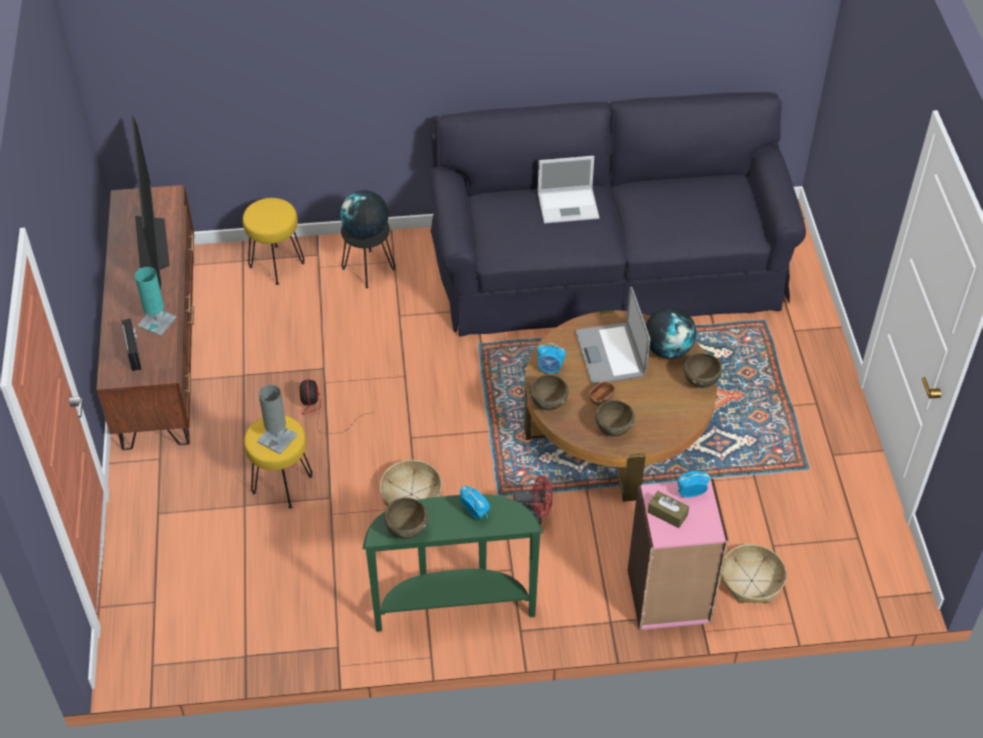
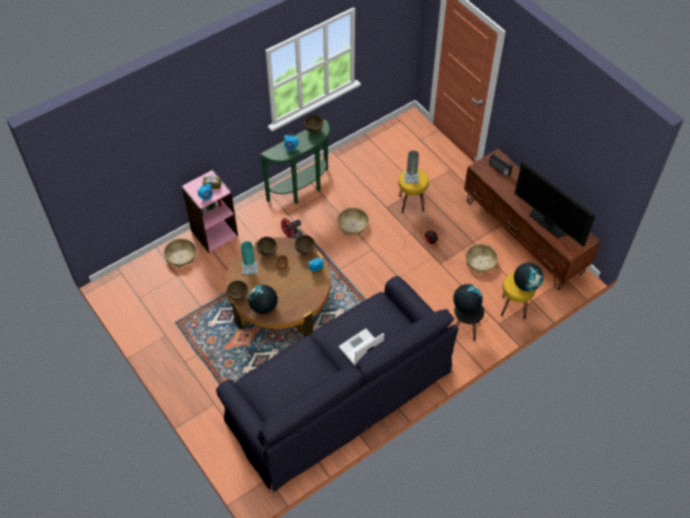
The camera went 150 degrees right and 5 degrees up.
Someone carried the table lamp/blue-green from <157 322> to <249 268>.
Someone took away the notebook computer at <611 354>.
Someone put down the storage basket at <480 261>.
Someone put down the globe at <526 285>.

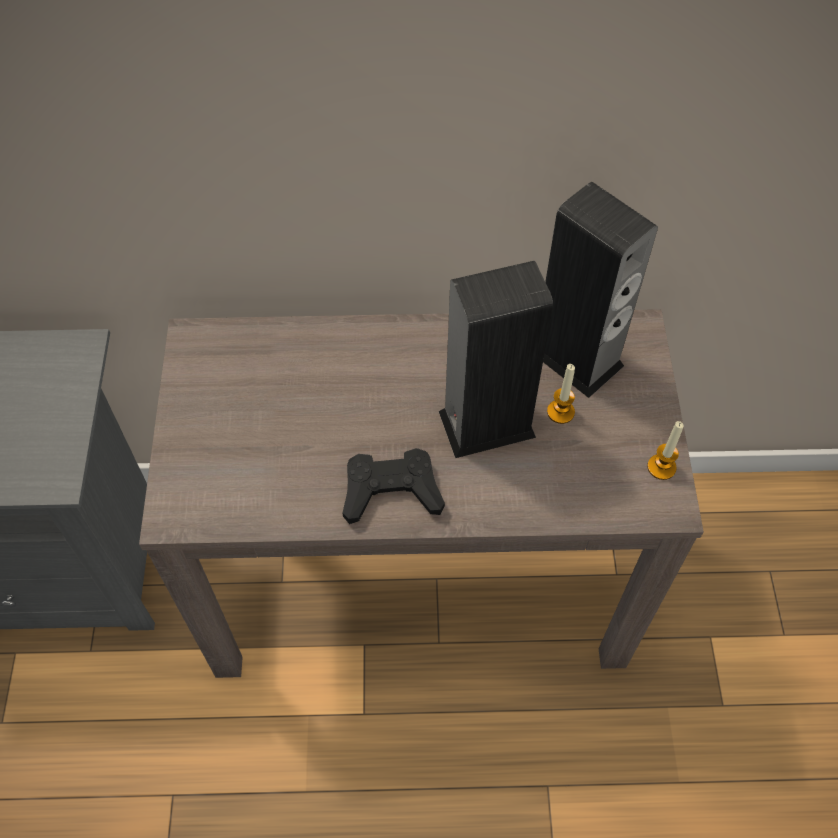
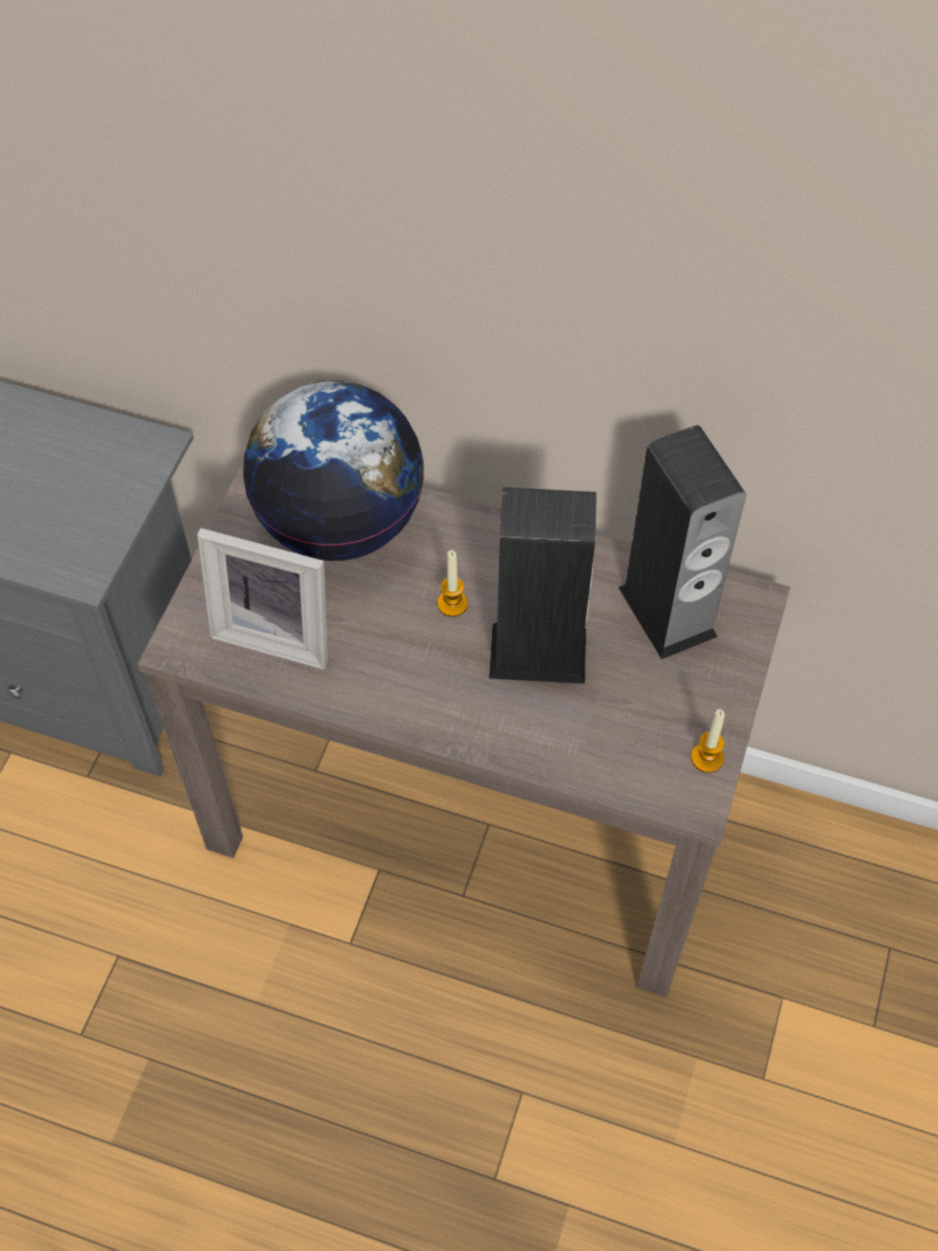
The camera went 20 degrees right and 0 degrees up.
Someone took away the game controller/black-coloured at <391 491>.
Someone carried the wax light from <560 412> to <452 604>.
Someone put down the photo frame at <277 631>.
Someone put down the globe at <340 522>.

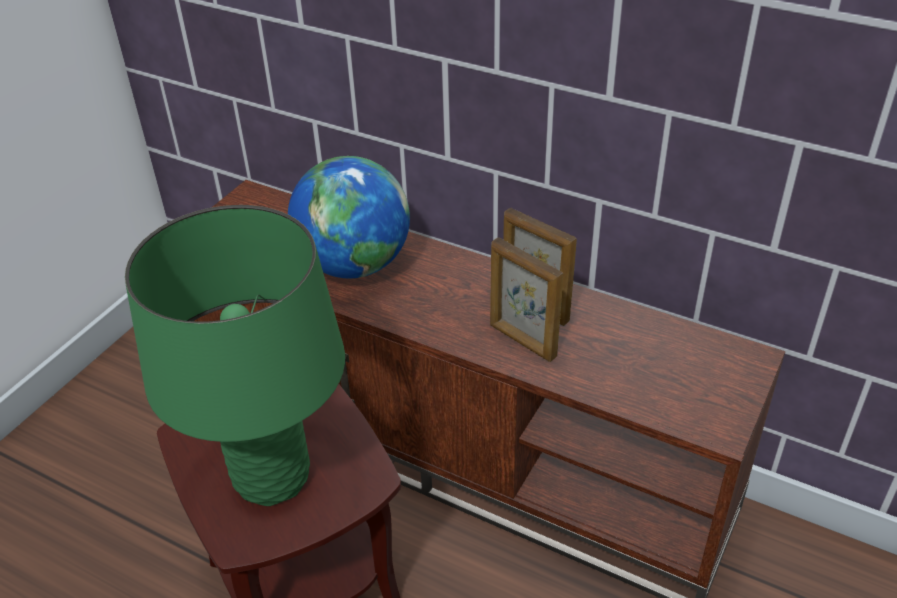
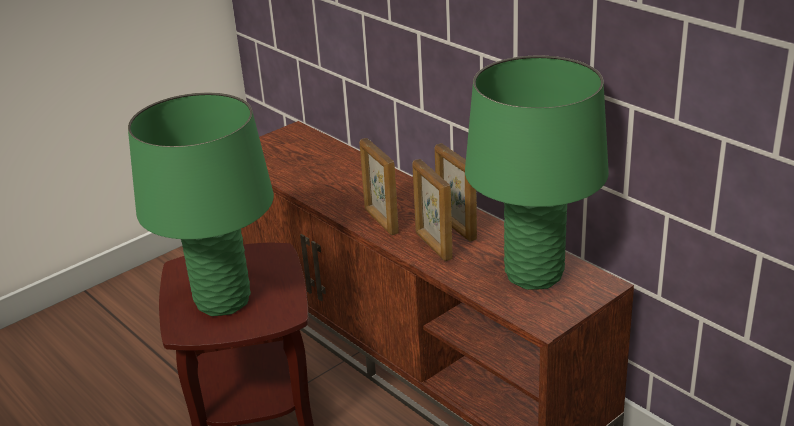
The camera went 20 degrees right and 10 degrees down.
Someone took away the globe at <354 265>.
Someone put down the photo frame at <381 221>.
Someone put down the table lamp/greenish at <533 275>.

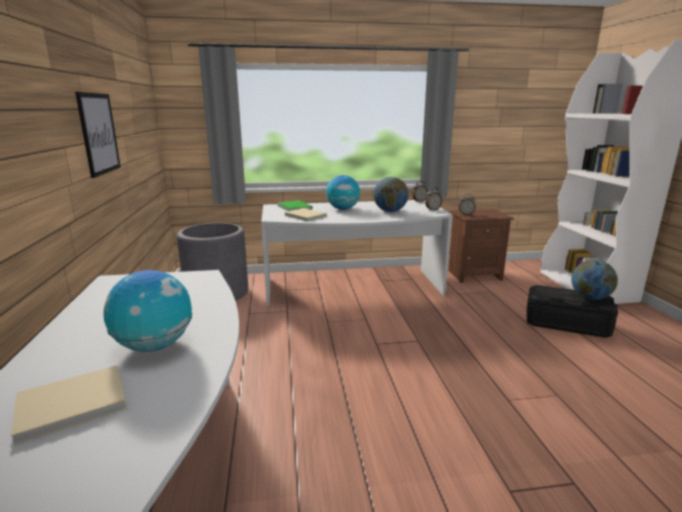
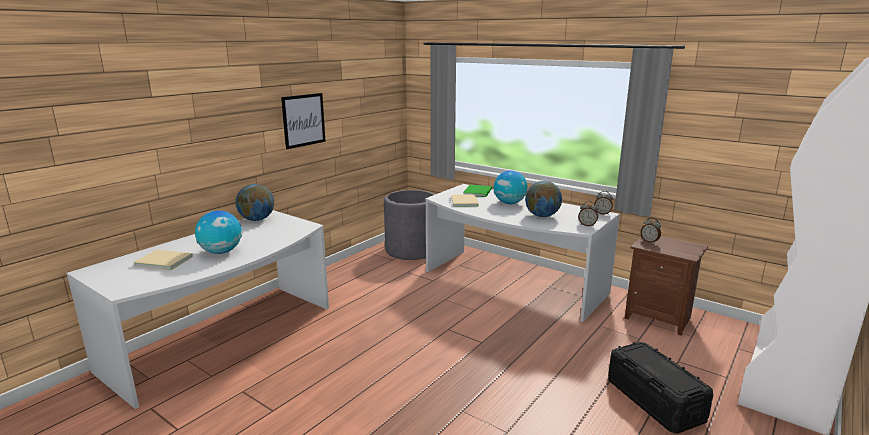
The camera went 45 degrees right and 0 degrees up.
Someone carried the globe from <590 298> to <257 219>.

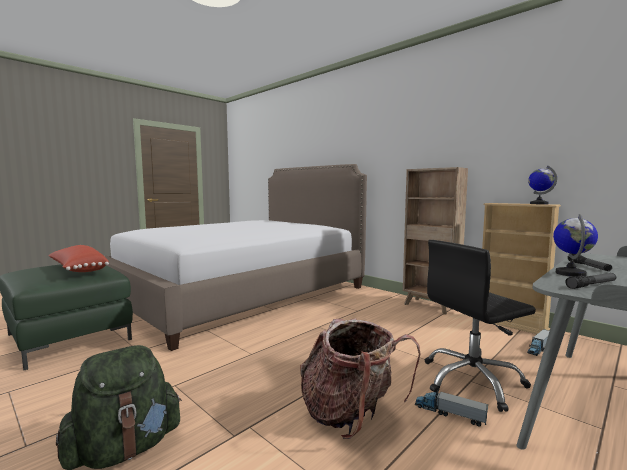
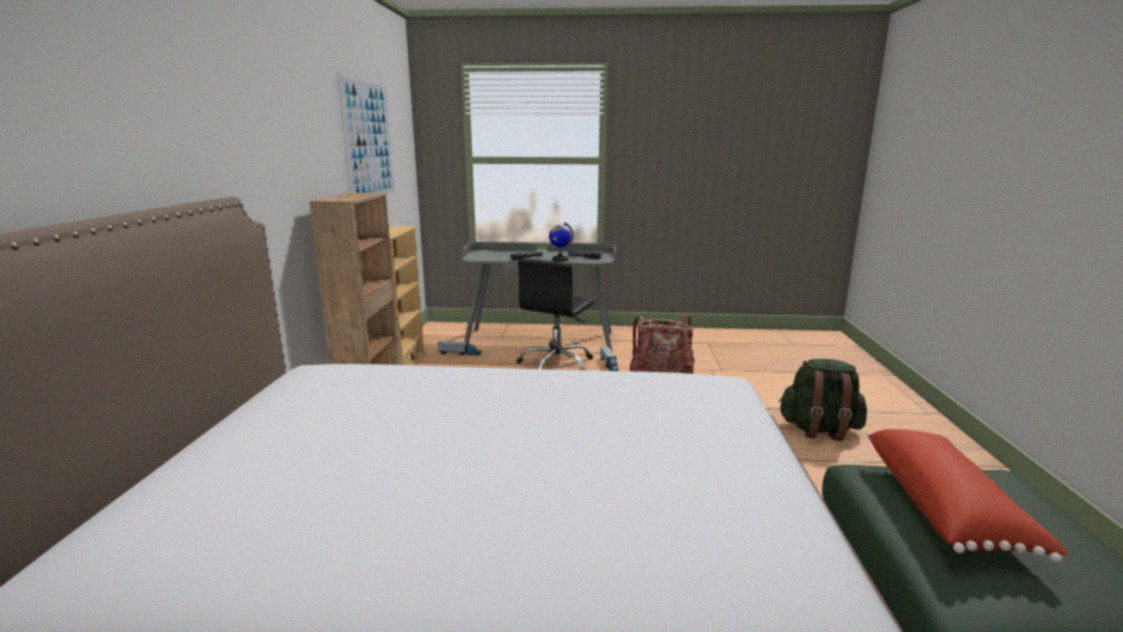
The camera went 130 degrees left and 10 degrees up.
Someone rotated the desk chair/black-coloured at <472 381> by 90 degrees clockwise.
Someone took away the globe at <539 204>.
Someone put up the wall art at <369 140>.

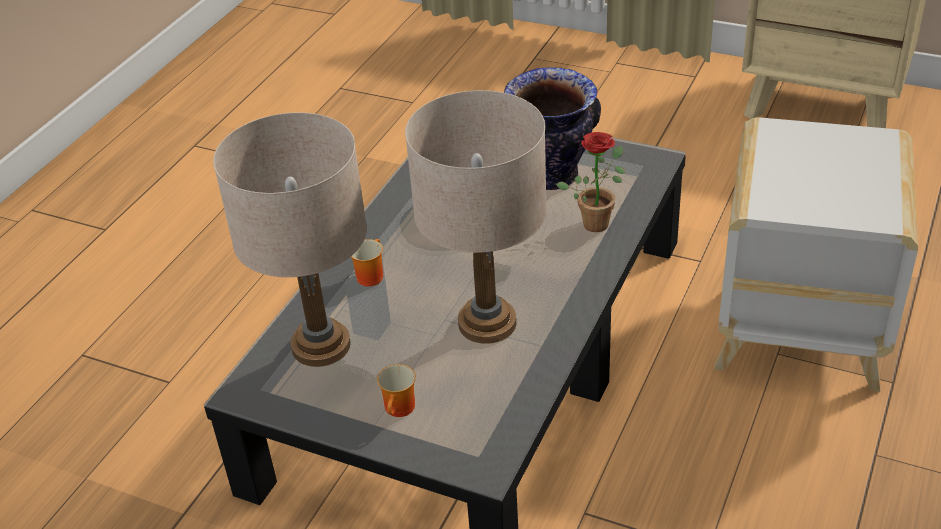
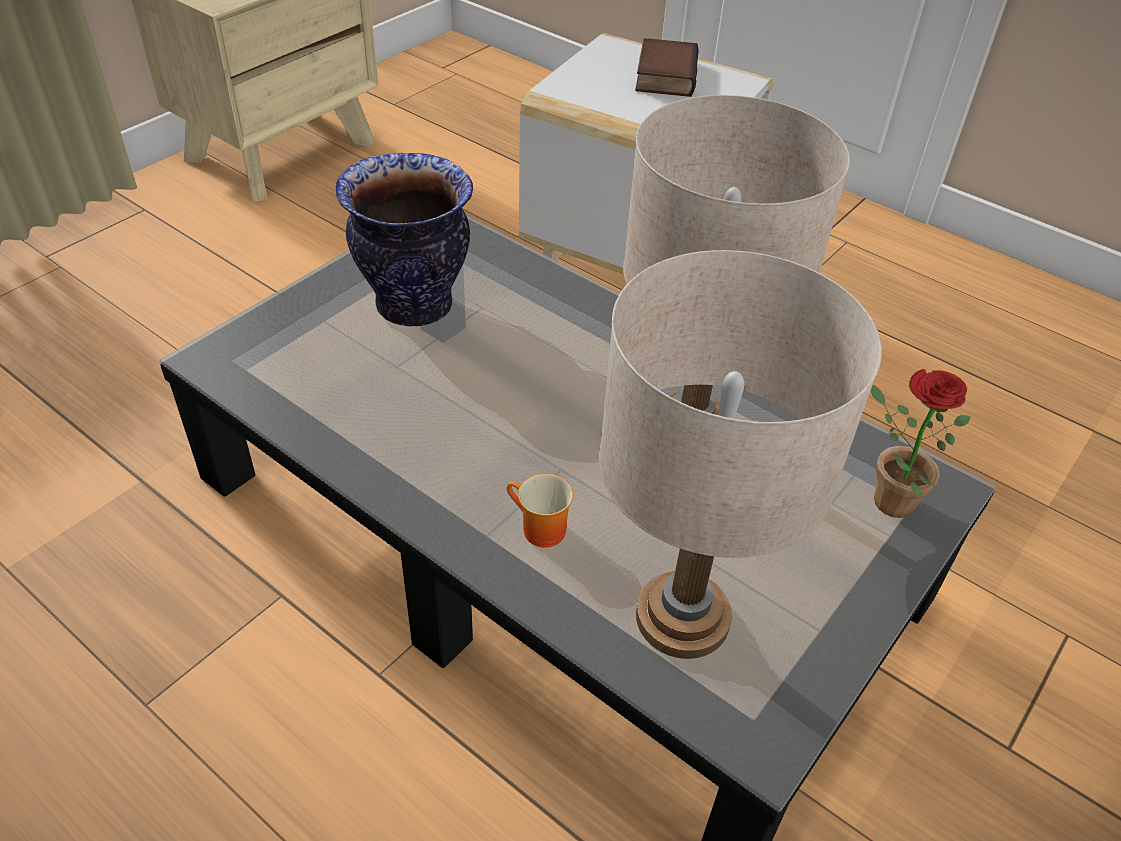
The camera went 80 degrees left and 5 degrees up.
Someone took away the coffee mug at <401 409>.
Someone carried the plant in a pot from <597 221> to <884 498>.
Someone put down the volume at <663 75>.

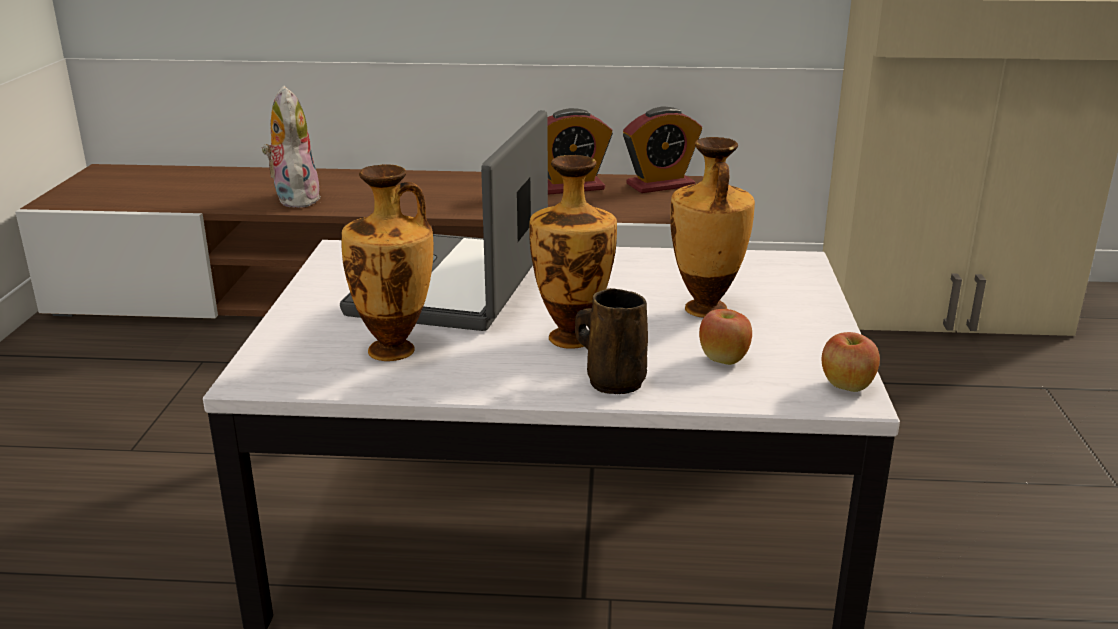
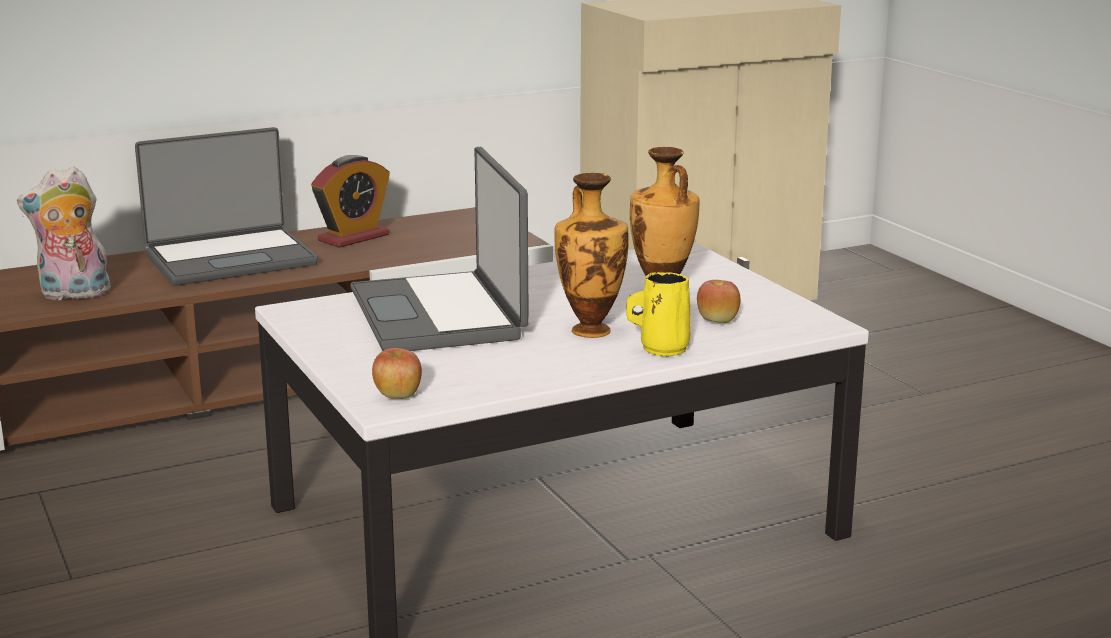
The camera went 30 degrees left and 5 degrees down.
Someone rotated the plush toy at <294 199> by 60 degrees counterclockwise.
Someone took away the vase at <395 350>.
Someone repainted the coffee mug/brown at <612 381>, which became the coffee mug/yellowish at <661 349>.
Someone took away the bedside clock at <660 185>.
Someone carried the whole apple from <846 386> to <397 396>.
Someone put down the notebook computer at <230 259>.

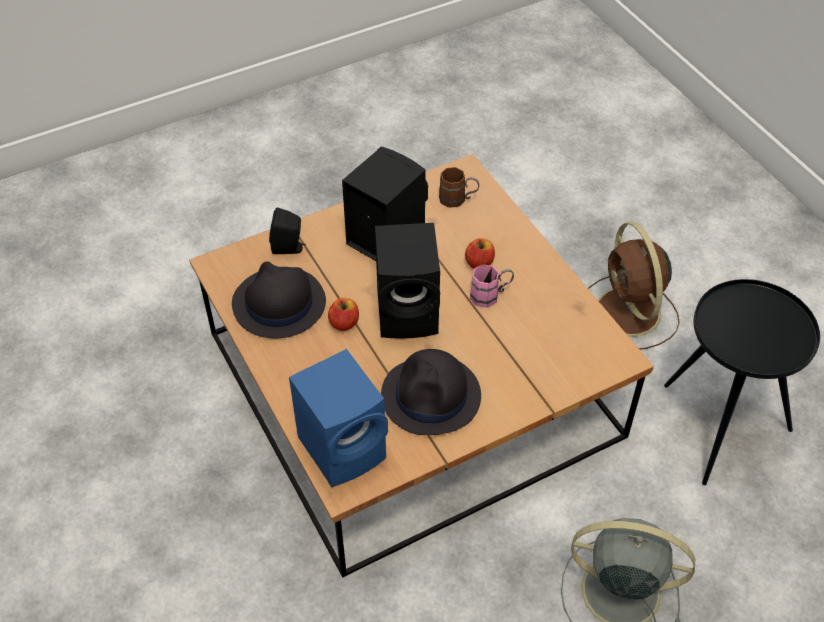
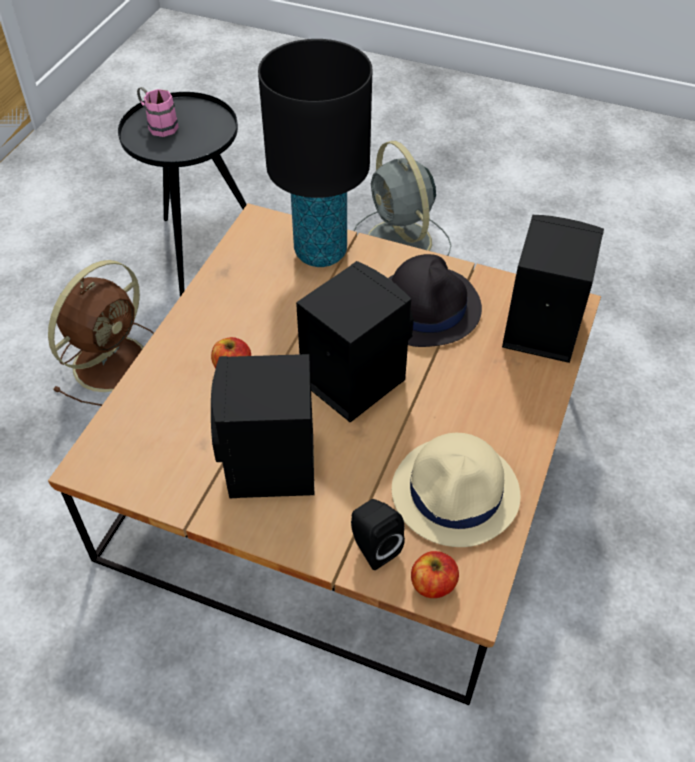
The camera went 130 degrees left and 0 degrees up.
Someone repainted the wearable hat/black-coloured at <278 304>, which became the wearable hat/beige-coloured at <456 493>.
Someone repainted the loudspeaker/bluish at <345 447>, which became the loudspeaker/black-coloured at <538 327>.
Someone carried the whole apple from <344 323> to <433 584>.
Someone took away the coffee mug/brown at <458 199>.
Someone carried the coffee mug/pink-coloured from <490 295> to <158 125>.
Someone put down the table lamp/black-coloured at <320 252>.

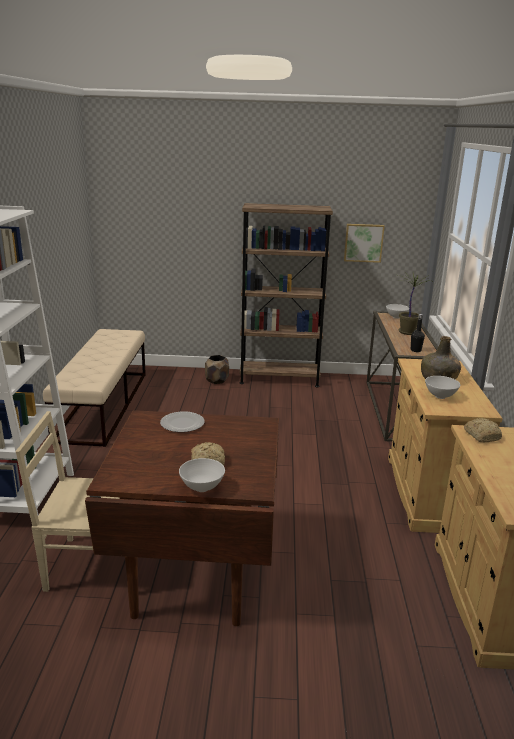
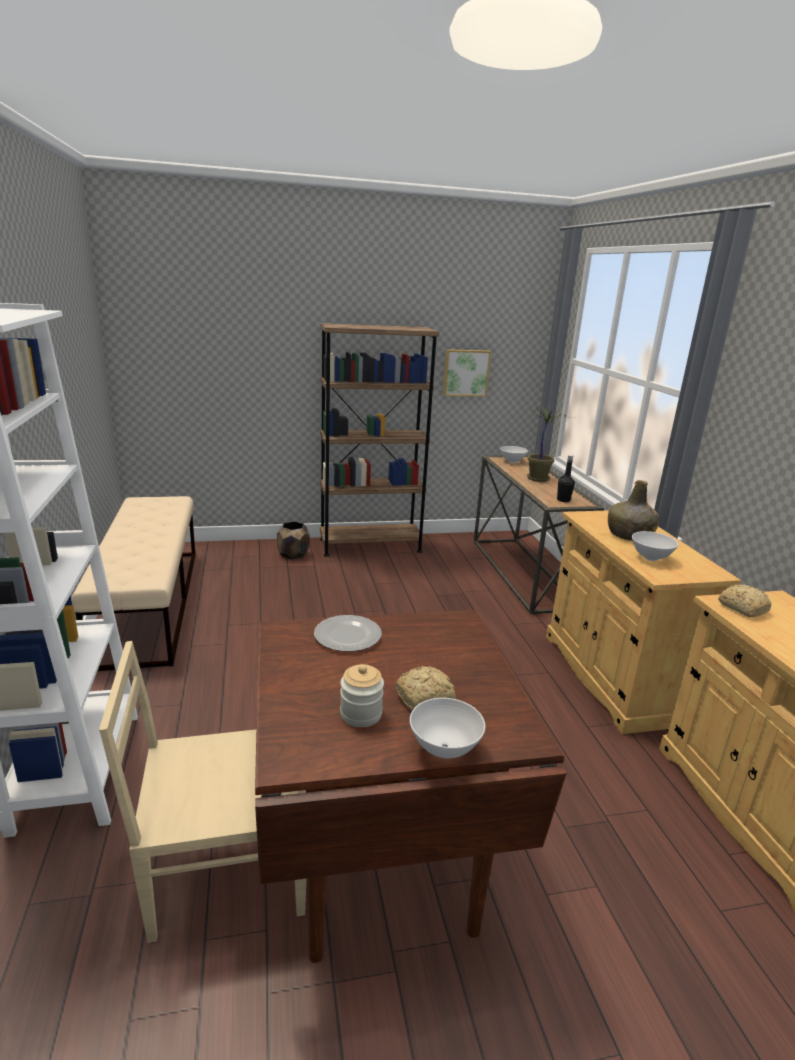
The camera went 15 degrees left and 0 degrees up.
Someone put down the jar at <361 714>.

